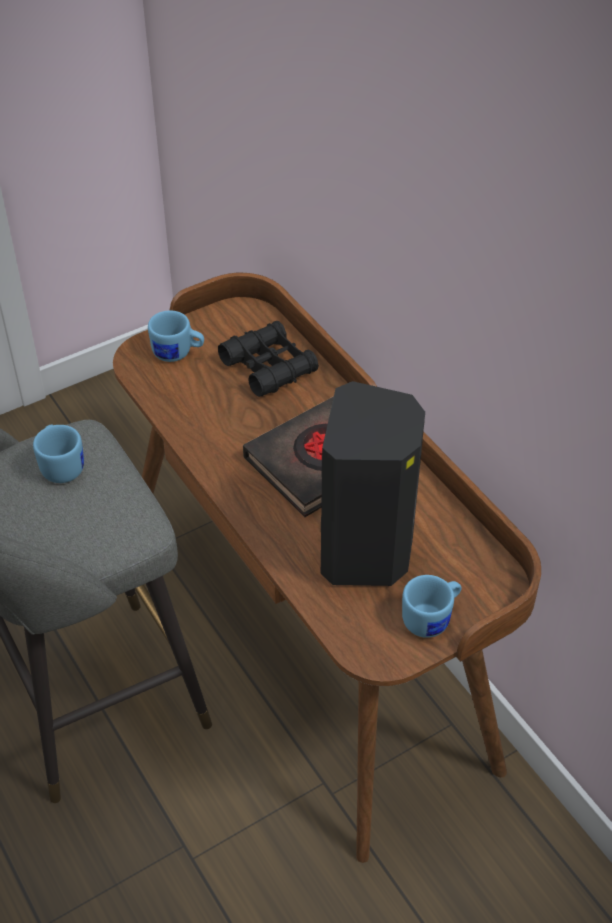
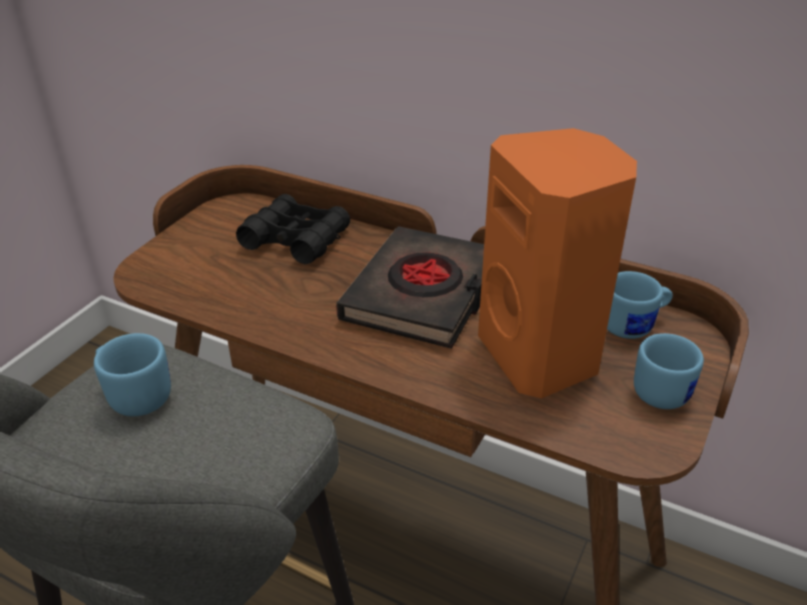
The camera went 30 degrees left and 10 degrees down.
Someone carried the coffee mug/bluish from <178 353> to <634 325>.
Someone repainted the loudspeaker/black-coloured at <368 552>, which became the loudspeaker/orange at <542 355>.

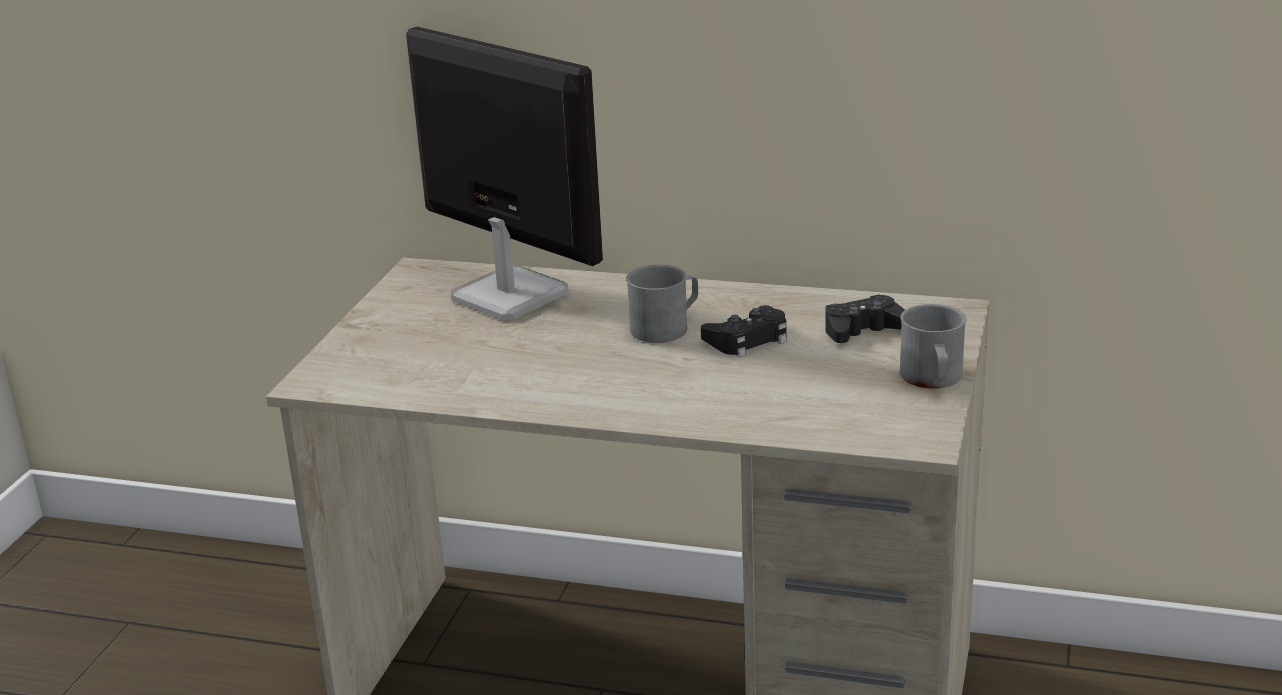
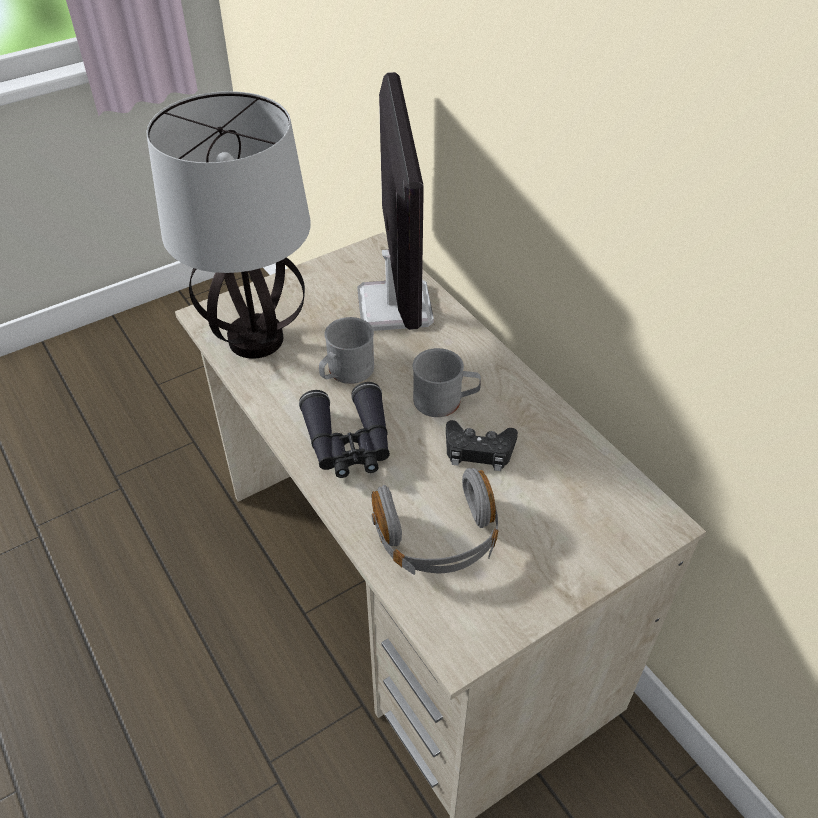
The camera went 40 degrees right and 20 degrees up.
Someone took away the game controller/black-coloured at <863 330>.
Someone carried the coffee mug/gray from <933 380> to <345 372>.
Someone put down the table lamp at <257 340>.
Someone put down the binoculars/black-coloured at <349 443>.
Someone put down the pair of headphones/gray at <438 538>.

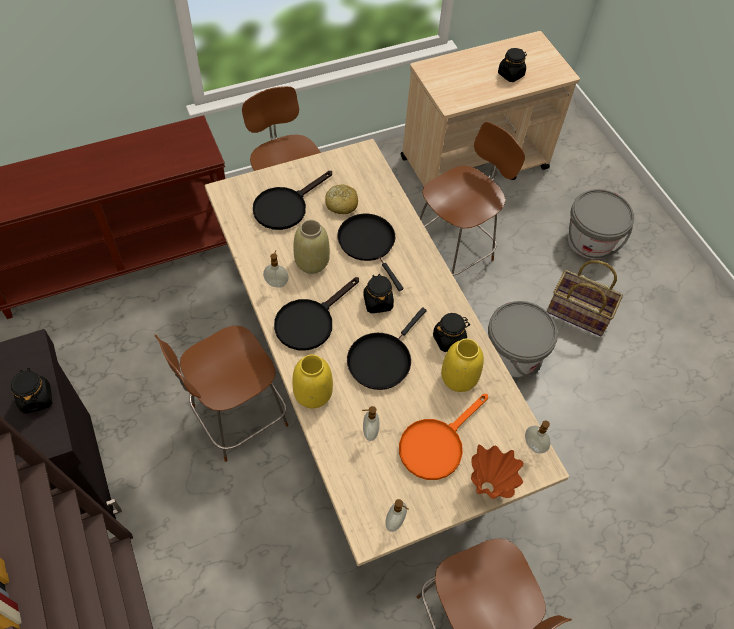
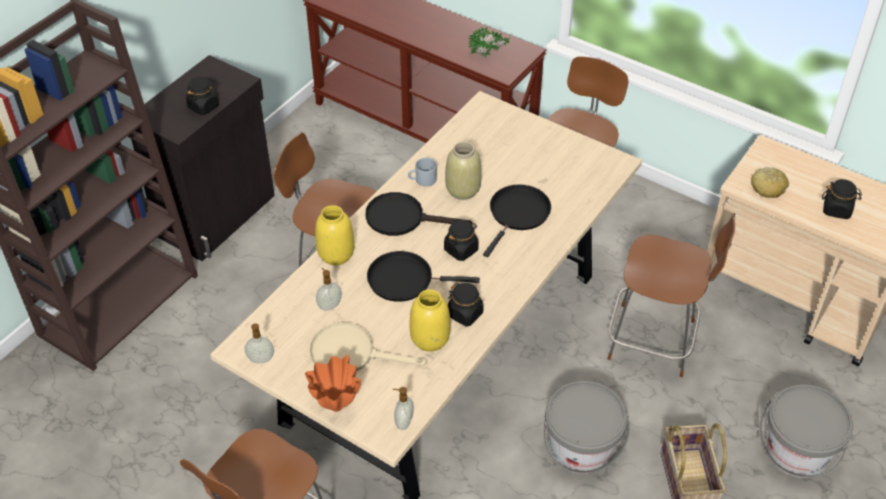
The camera went 60 degrees right and 10 degrees down.
Someone took away the frying pan/black-coloured at <285 206>.
Someone swapped the soap bottle at <276 283> for the coffee mug/gray at <422 180>.
Someone carried the bread from <341 204> to <768 187>.
Someone repainted the frying pan/orange at <436 444>, which became the frying pan/beige-coloured at <352 353>.
Someone put down the plant in a pot at <488 55>.

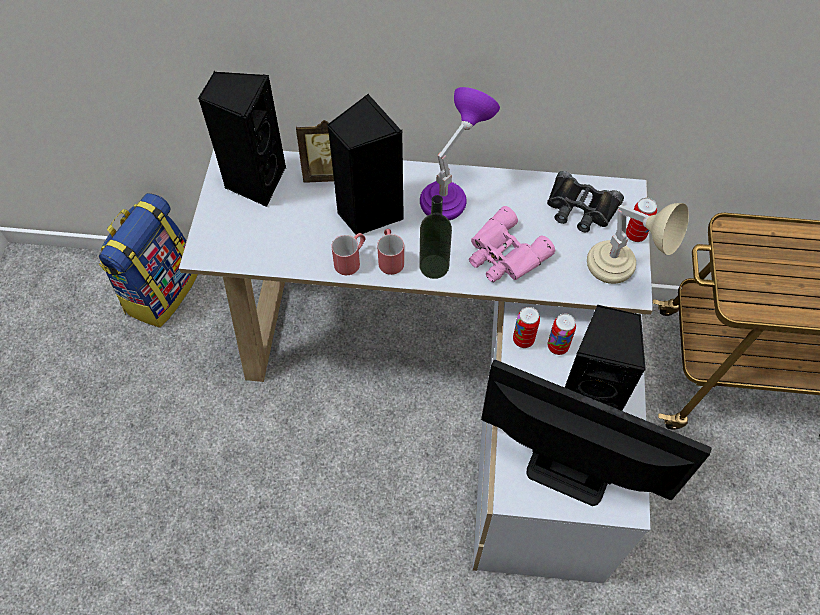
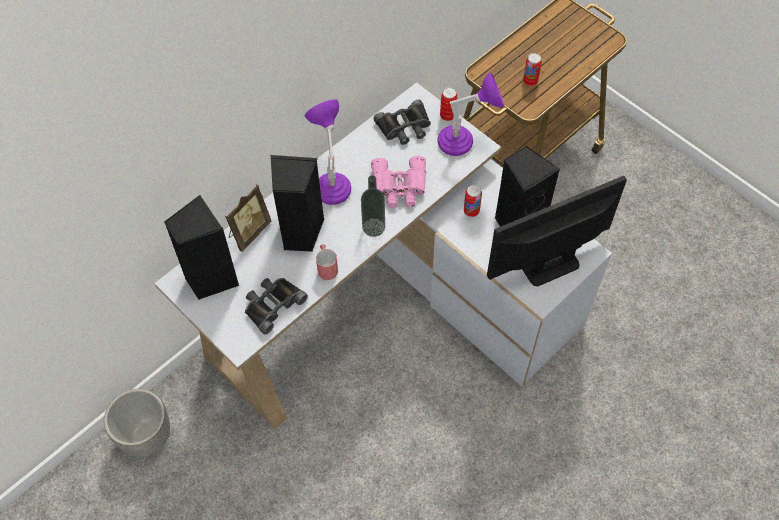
The camera went 50 degrees left and 0 degrees up.
Someone swapped the knapsack at <161 290> for the flower pot at <146 437>.
Someone took away the coffee mug/red at <390 258>.
Someone carried the sealed can from <523 340> to <530 81>.
Someone repainted the table lamp/beige-coloured at <620 274>, which became the table lamp/purple at <466 143>.
Someone put down the binoculars/black-coloured at <272 304>.

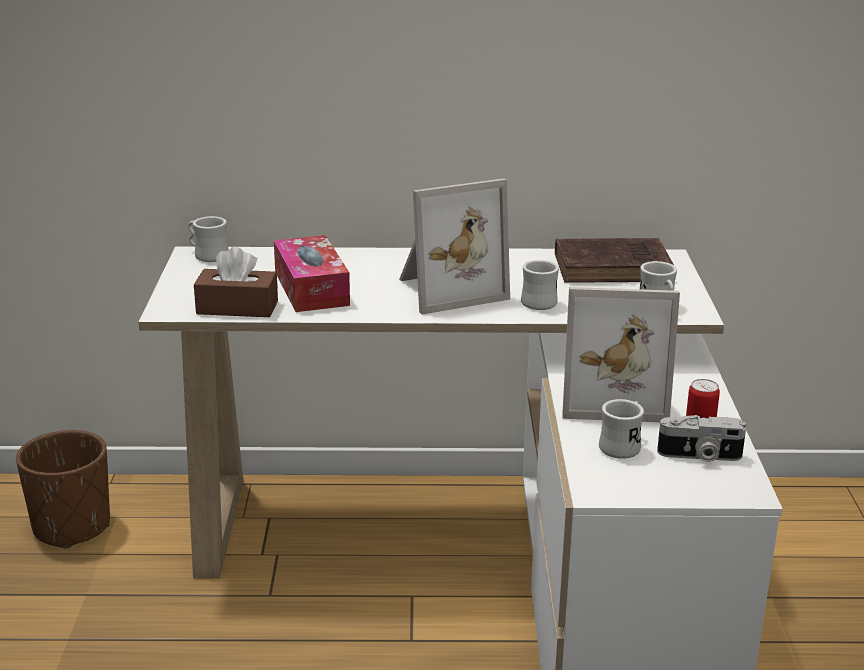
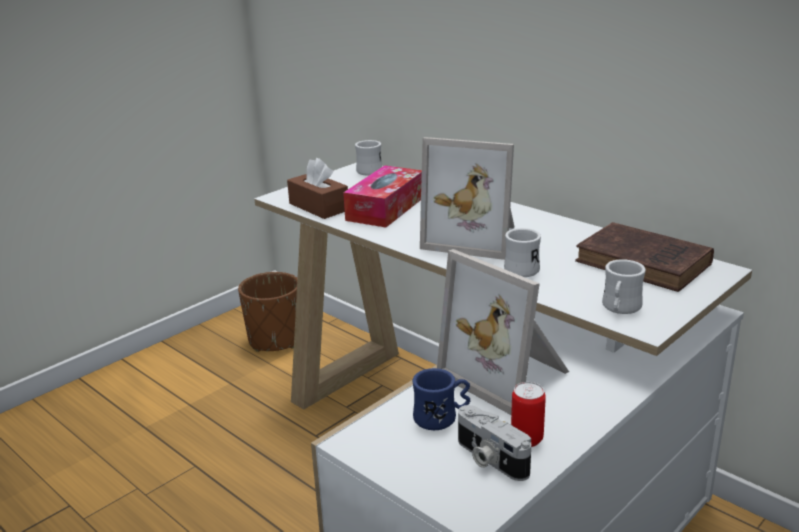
The camera went 45 degrees right and 0 degrees up.
Someone repainted the coffee mug/white at <623 446>, which became the coffee mug/bluish at <442 418>.

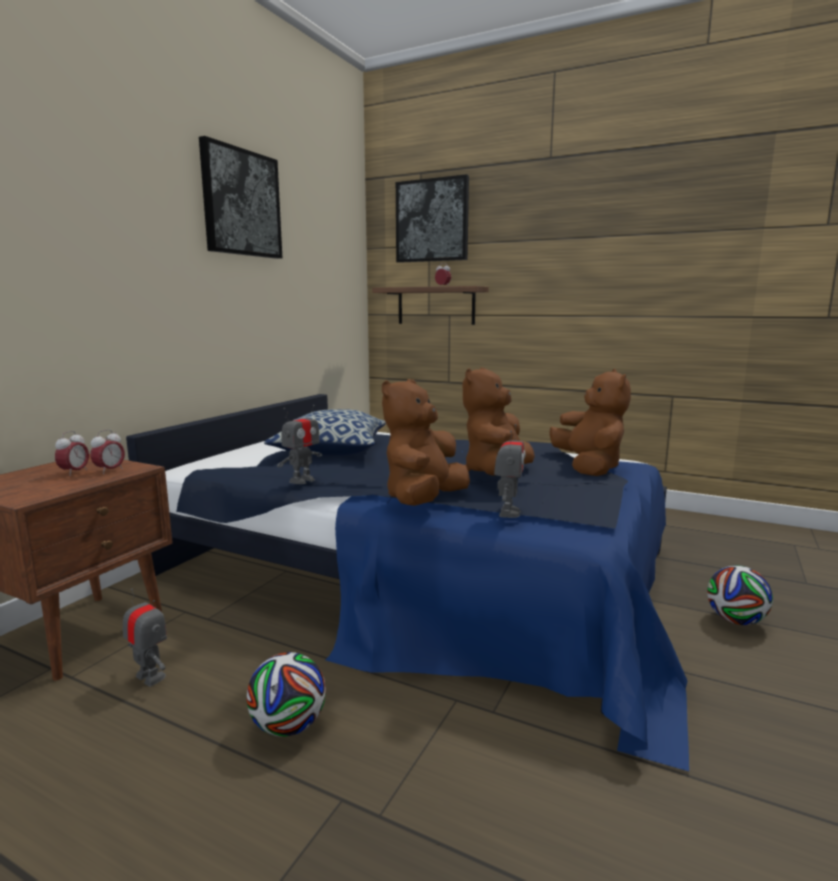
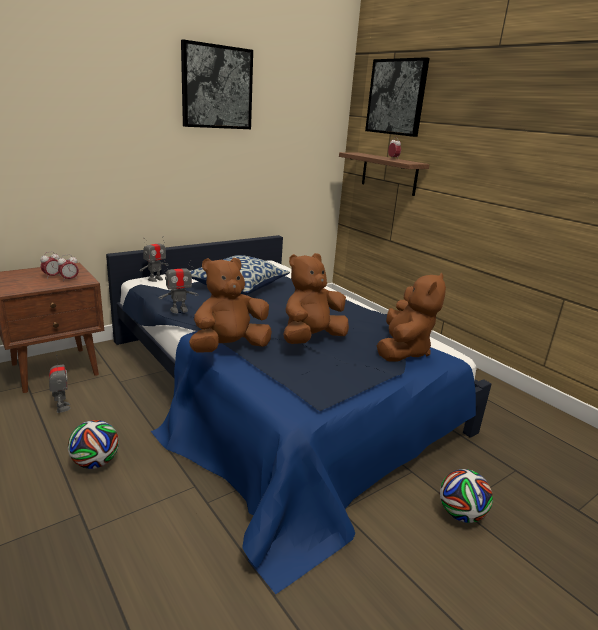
The camera went 25 degrees right and 10 degrees up.
Someone carried the model robot from <508 512> to <155 279>.

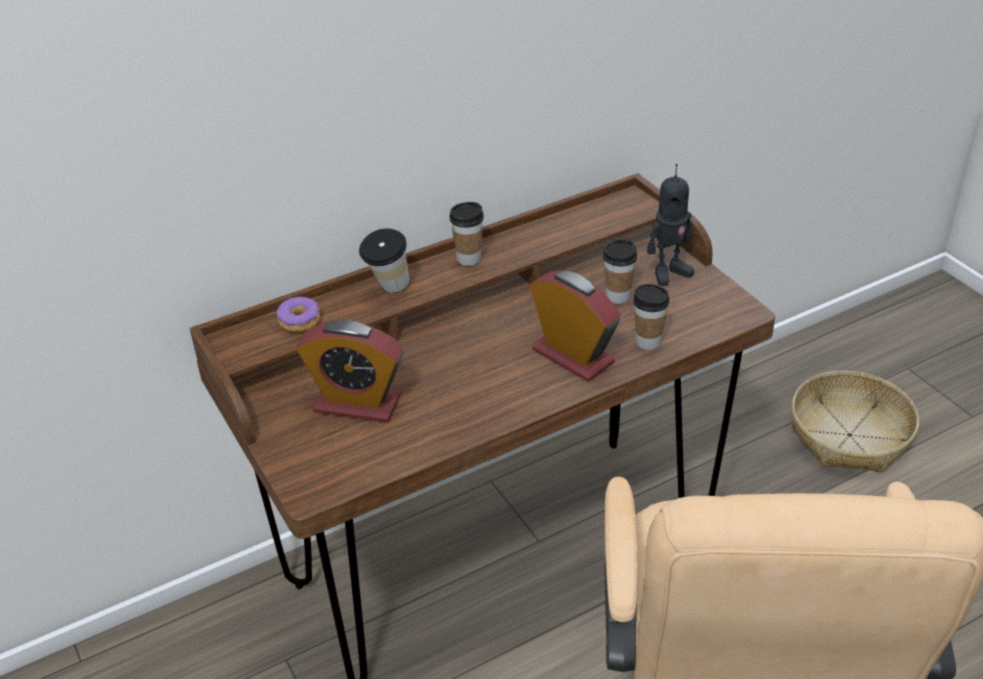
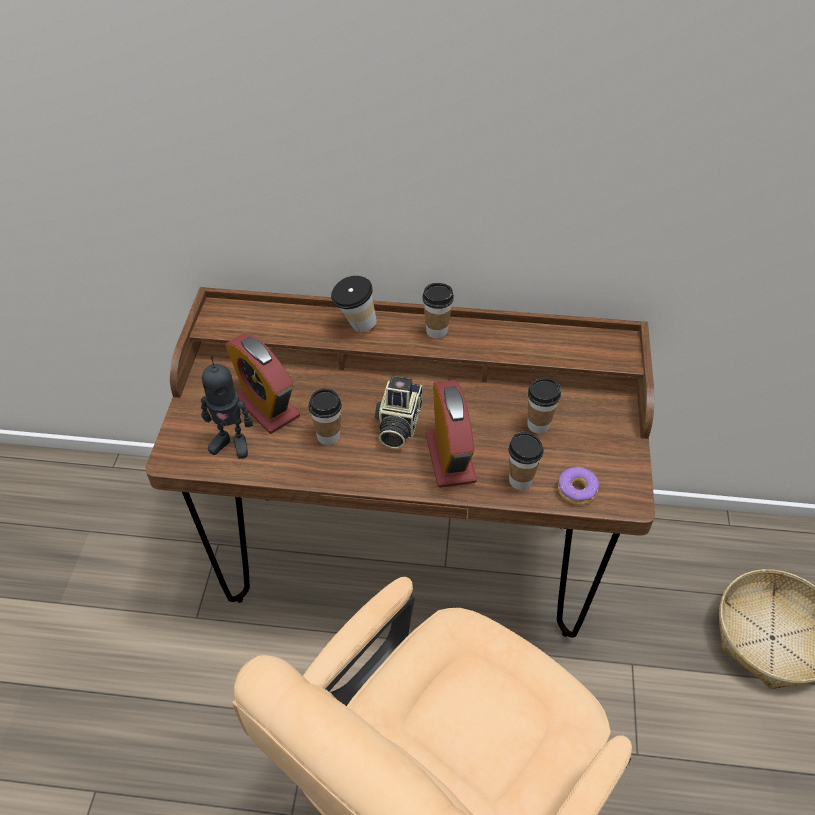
The camera went 35 degrees right and 10 degrees up.
Someone carried the donut from <299 321> to <577 490>.
Someone carried the model robot from <669 272> to <231 443>.
Someone put down the drinking cup at <328 436>.
Someone put down the photo camera at <397 425>.

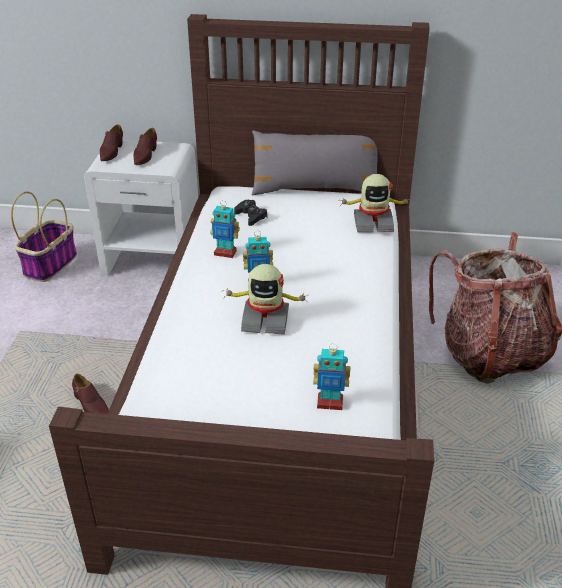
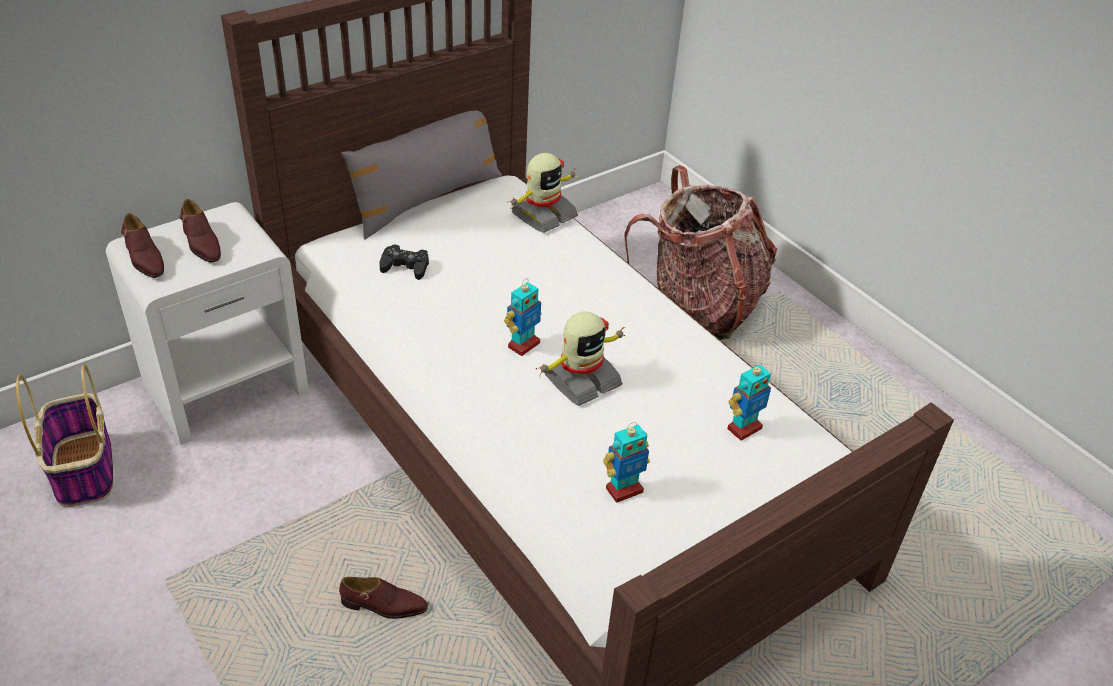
The camera went 45 degrees left and 5 degrees up.
Someone carried the model robot from <225 253> to <623 489>.

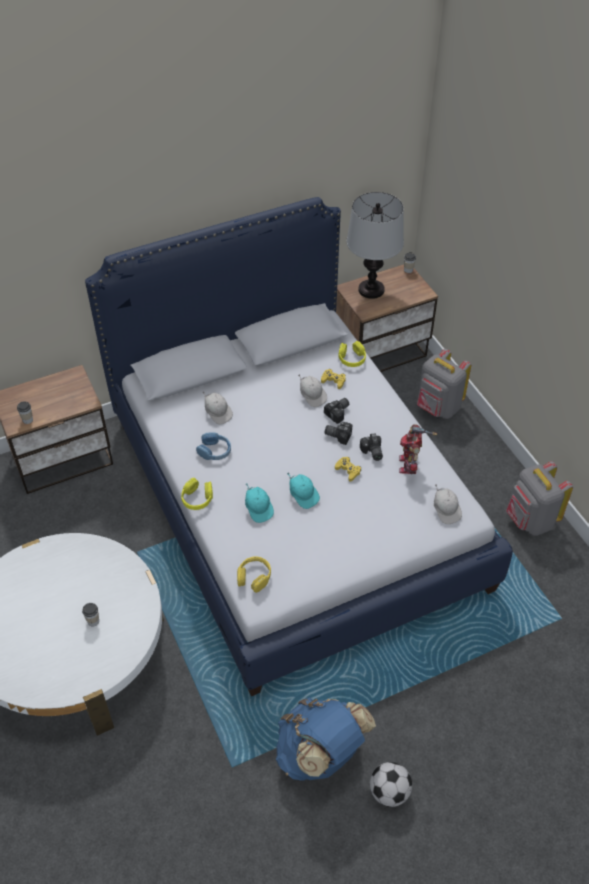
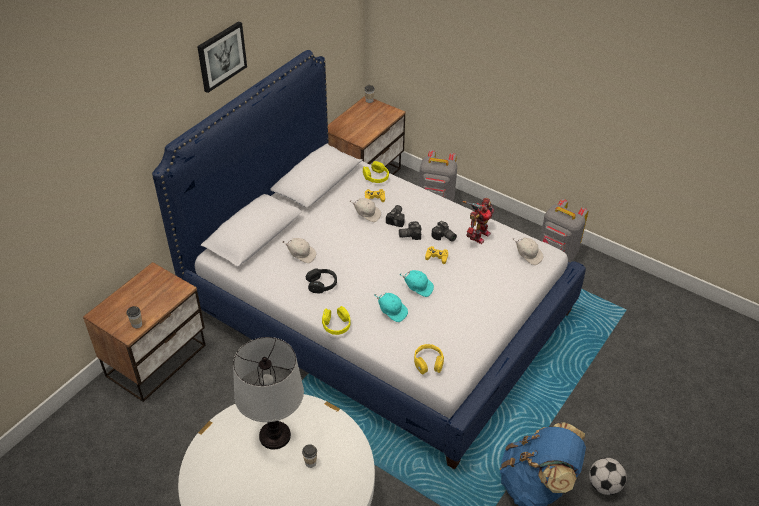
The camera went 30 degrees left and 5 degrees down.
Someone repainted the pair of headphones/bluish at <215 451>, which became the pair of headphones/black-coloured at <322 284>.
Someone carried the table lamp from <371 289> to <274 435>.
Someone rotated the model robot at <409 465> by 120 degrees counterclockwise.
Someone put up the wall art at <221 56>.

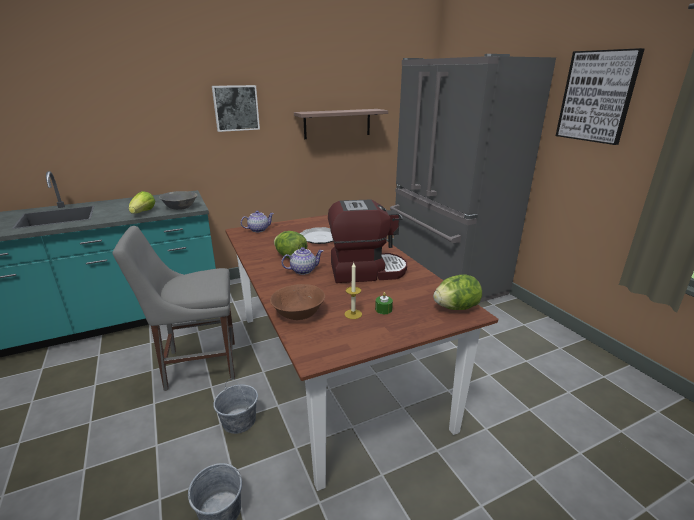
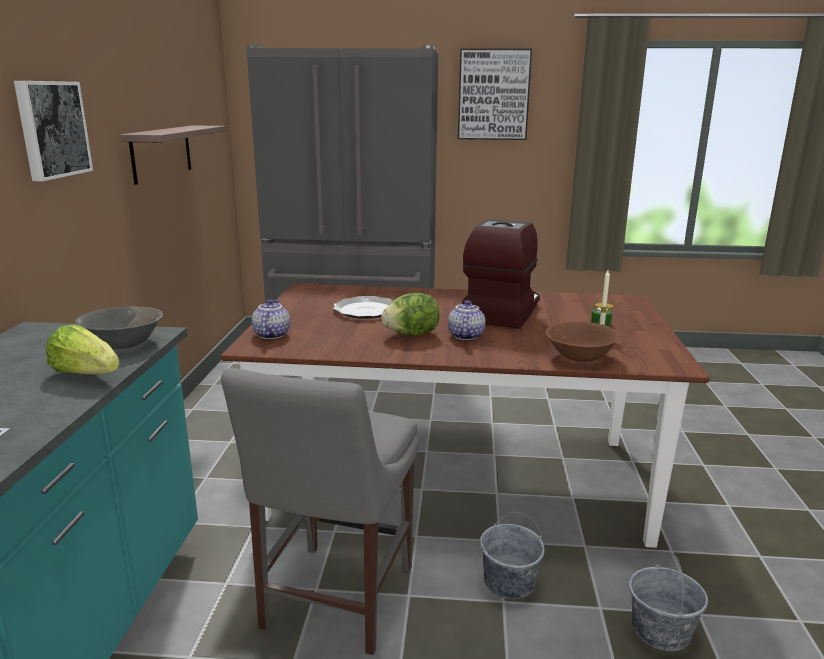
The camera went 60 degrees left and 5 degrees down.
Someone took away the lettuce head at <456 308>.

